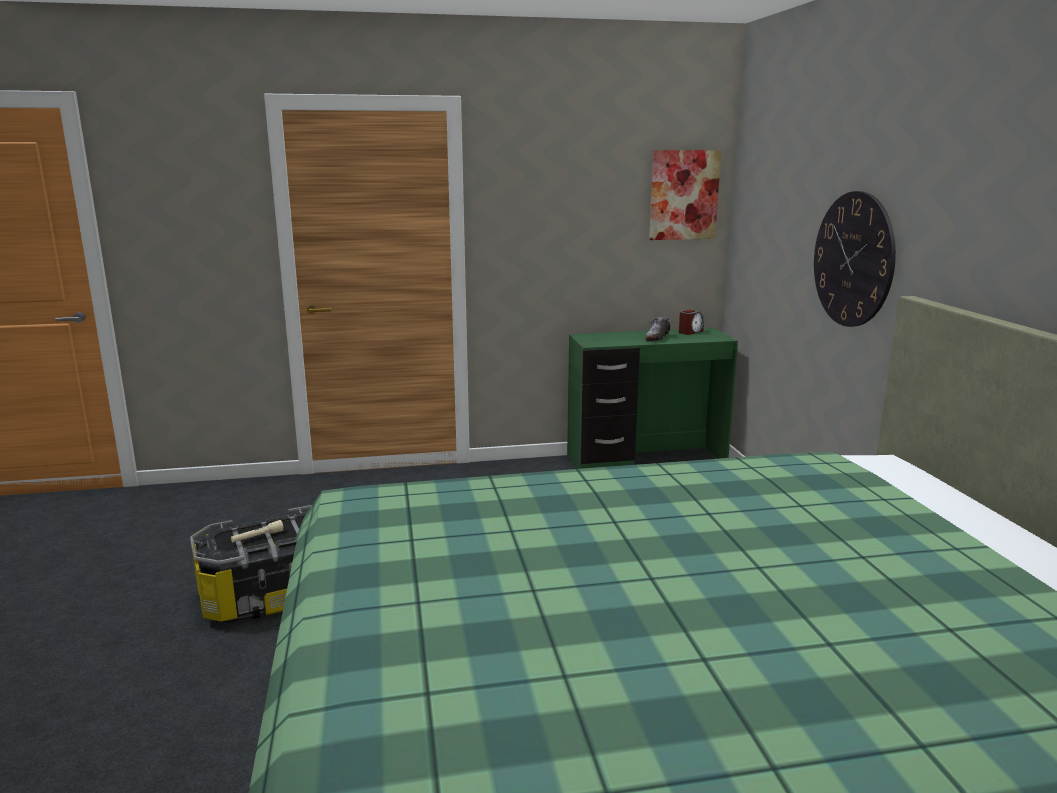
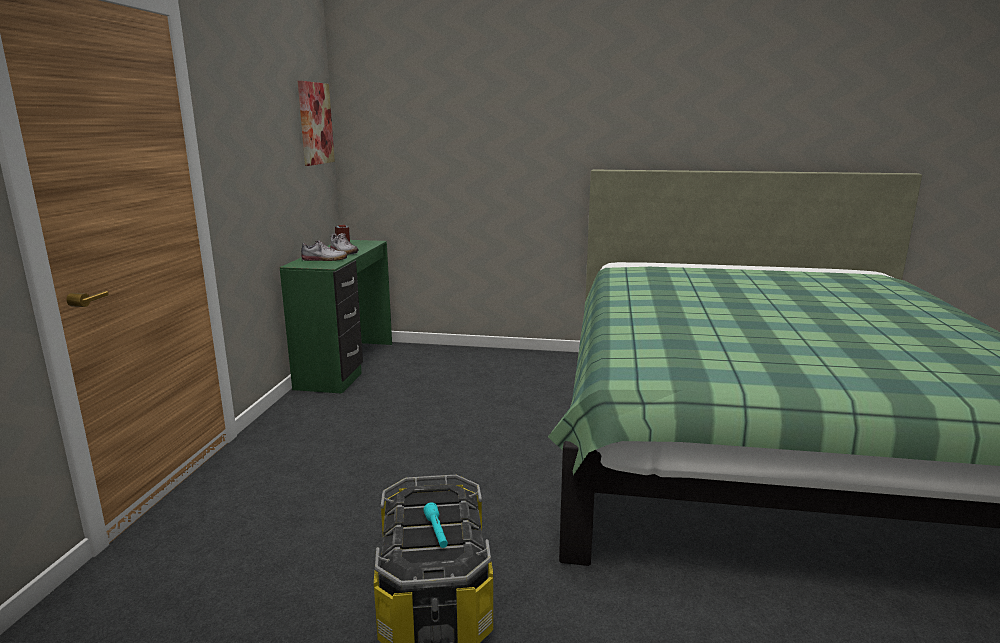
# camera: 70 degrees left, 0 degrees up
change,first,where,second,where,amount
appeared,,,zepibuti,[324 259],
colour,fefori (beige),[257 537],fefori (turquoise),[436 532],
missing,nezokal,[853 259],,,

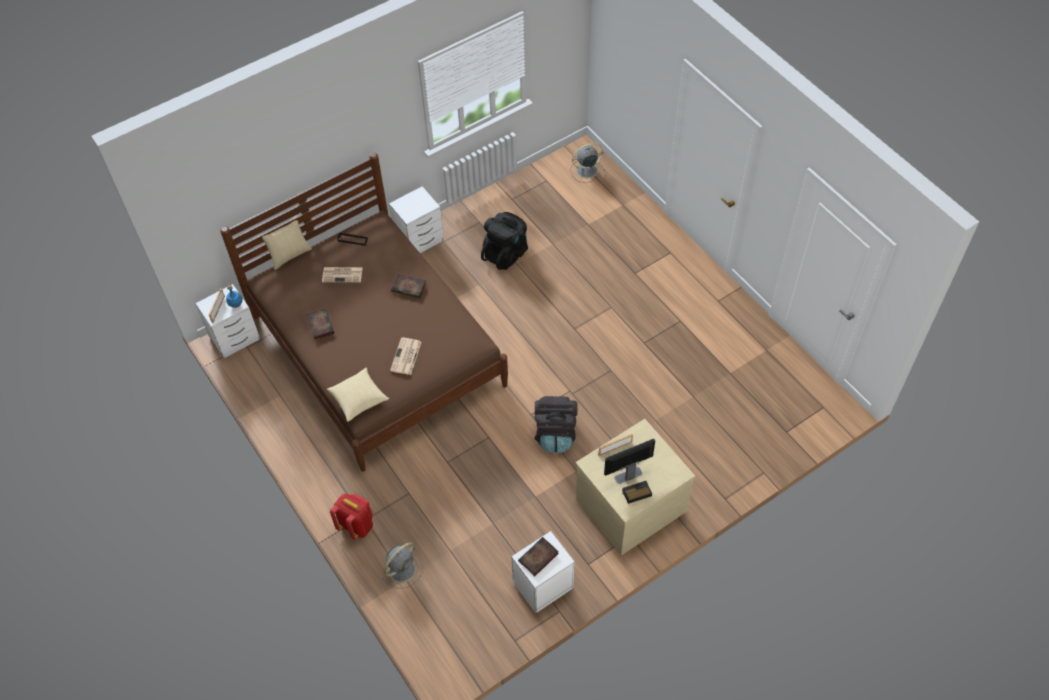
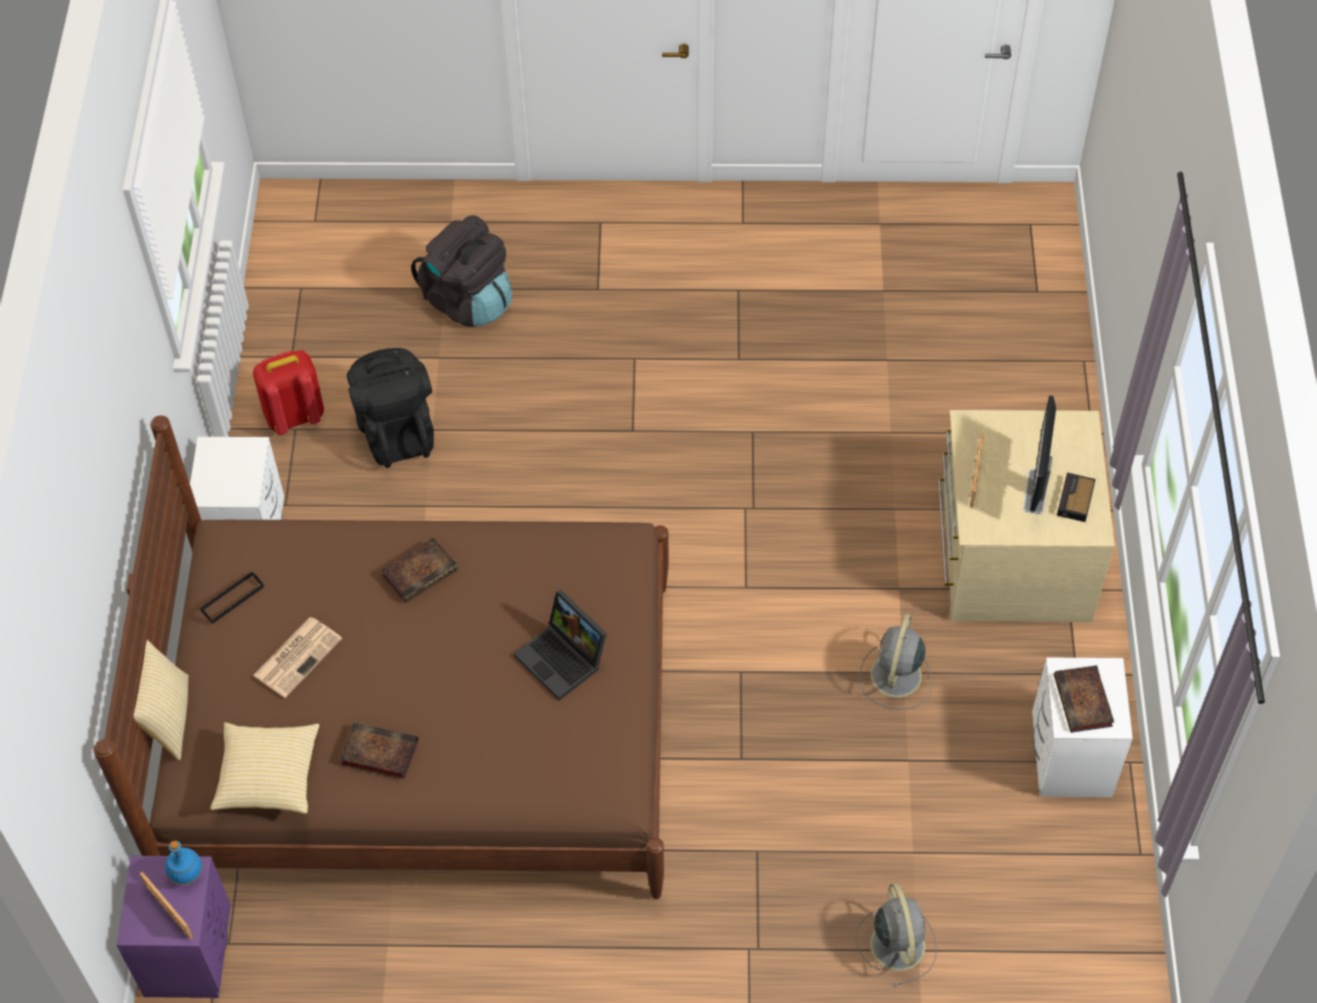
# camera: 55 degrees left, 0 degrees up
change,first,where,second,where,amount
colour,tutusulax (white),[236 338],tutusulax (purple),[190 951],
relocated,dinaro,[358 399],,[268 776],
relocated,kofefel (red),[356 525],,[294 415],
relocated,kofefel (black),[555 434],,[468 300],
exchanged,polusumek,[406 357],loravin,[564 659],
relocated,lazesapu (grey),[585 170],,[895 677],

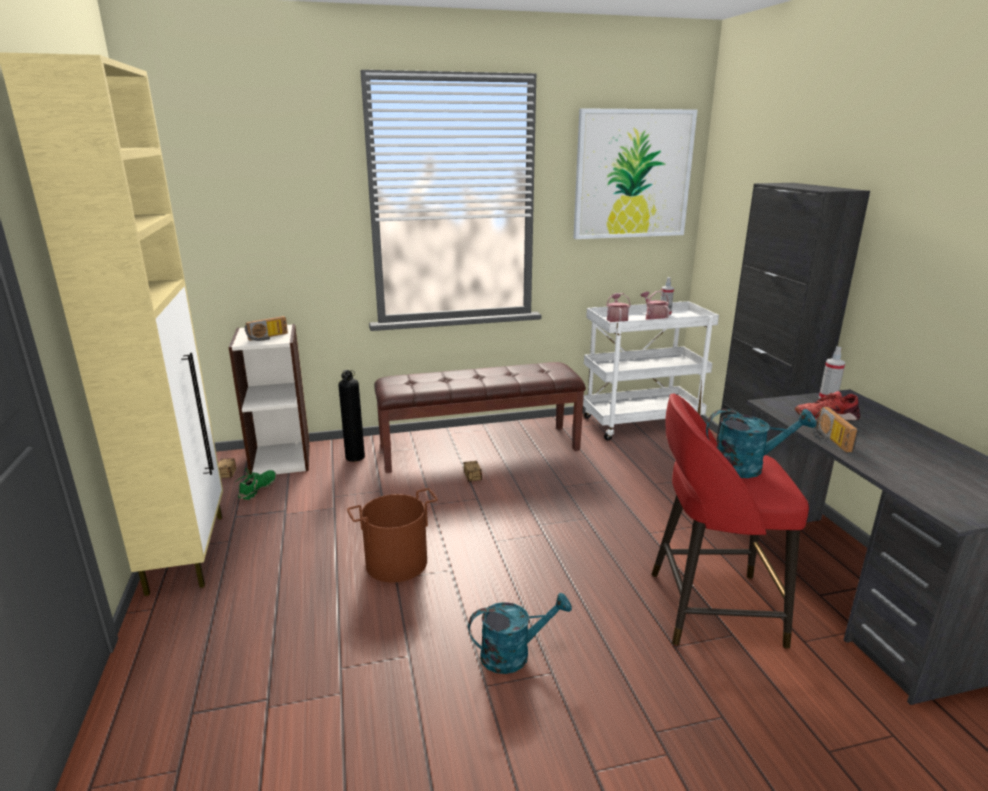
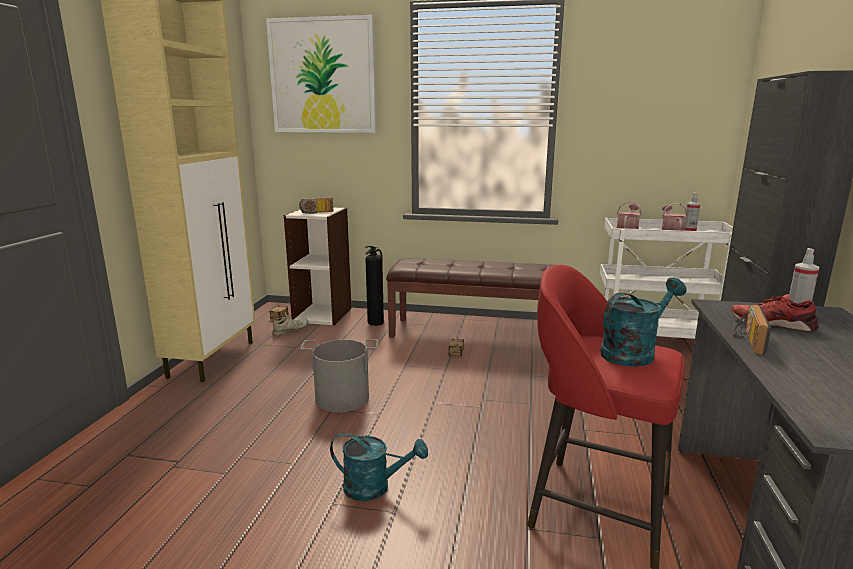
# camera: 25 degrees right, 5 degrees down
change,first,where,second,where,amount
relocated,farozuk,[633 175],,[323 76],
colour,zepibuti (green),[258 489],zepibuti (beige),[290 331],
colour,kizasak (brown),[397 563],kizasak (grey),[342 399],
spun,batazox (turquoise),[747 467],,[633 352],60 degrees counterclockwise

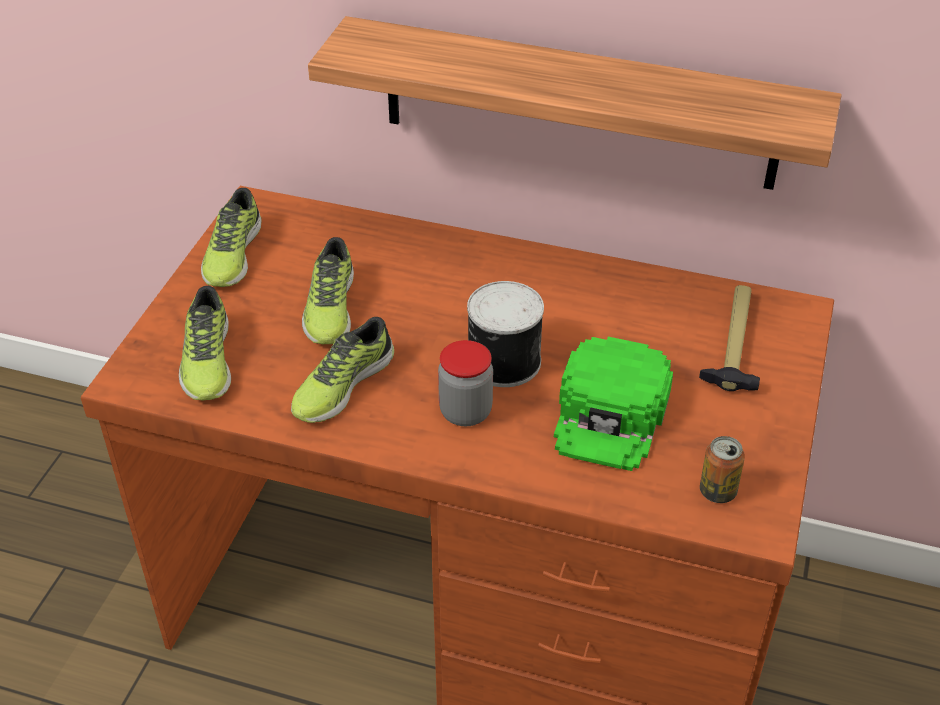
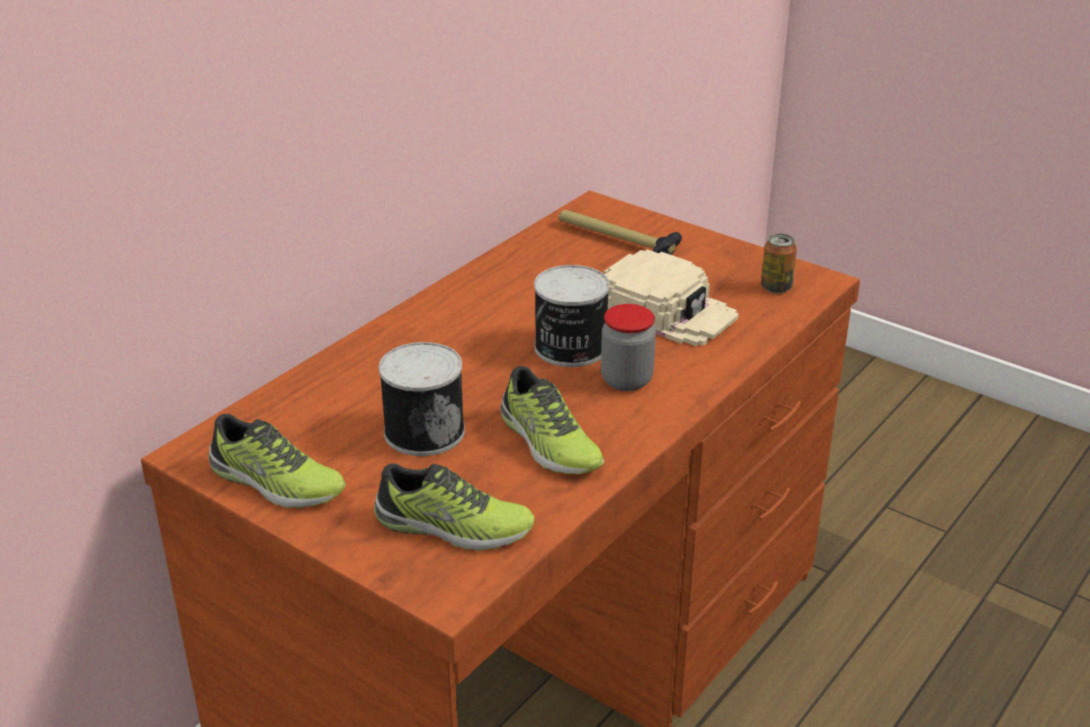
# camera: 70 degrees left, 10 degrees down
change,first,where,second,where,amount
exchanged,zepibuti,[329 308],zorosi,[423 430],
colour,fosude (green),[611 413],fosude (beige),[667 311],
missing,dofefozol,[579 104],,,

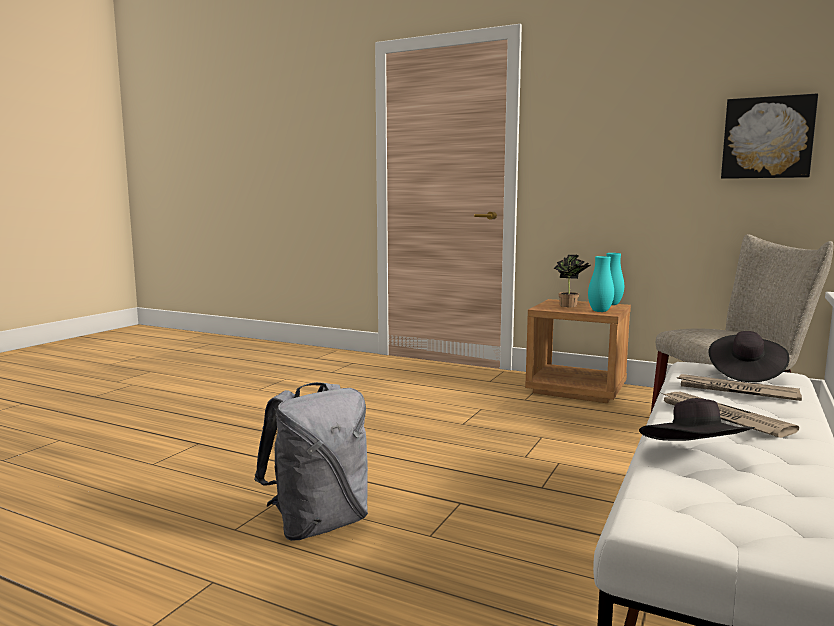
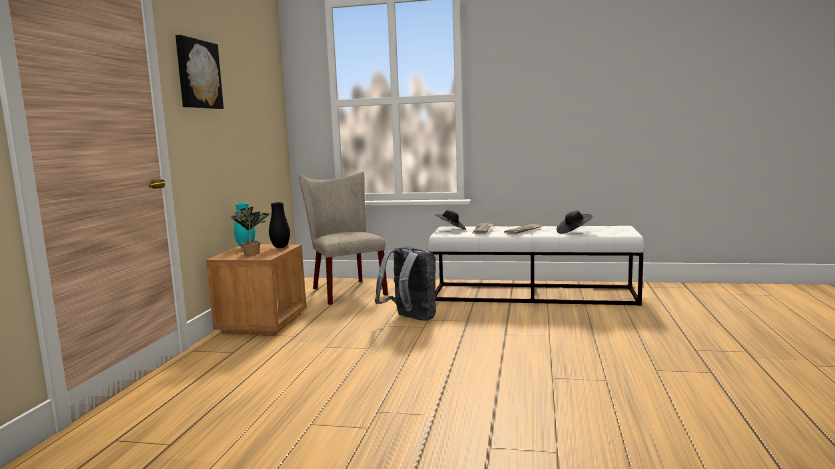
# camera: 105 degrees left, 0 degrees up
change,first,where,second,where,amount
relocated,farozuk,[767 138],,[197 74],
colour,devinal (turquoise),[600 311],devinal (black),[280 247],
relocated,kofefel (grey),[318 524],,[410 319],

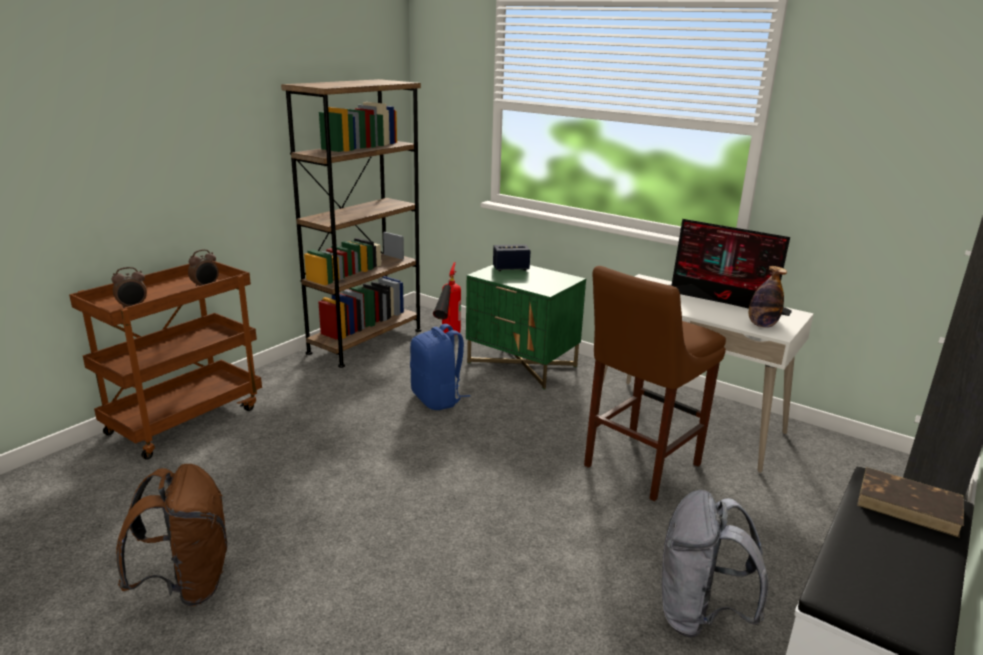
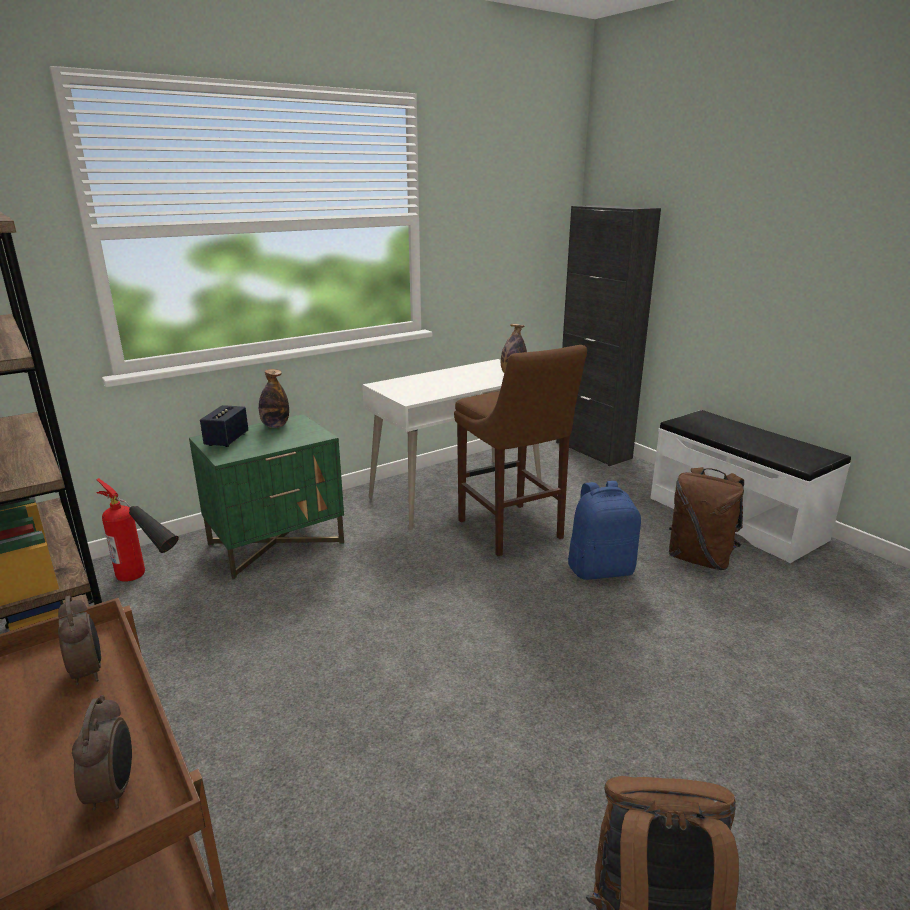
# camera: 70 degrees left, 0 degrees up
change,first,where,second,where,amount
appeared,,,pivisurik,[275 426],
relocated,kofefel (blue),[437 399],,[600 569],
colour,kofefel (grey),[699 615],kofefel (brown),[700 559],
missing,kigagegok,[724 300],,,
missing,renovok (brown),[909 505],,,

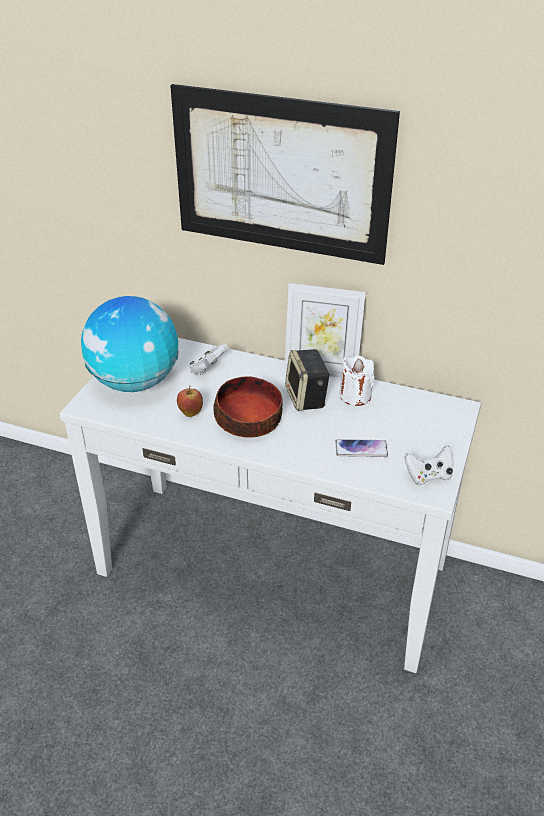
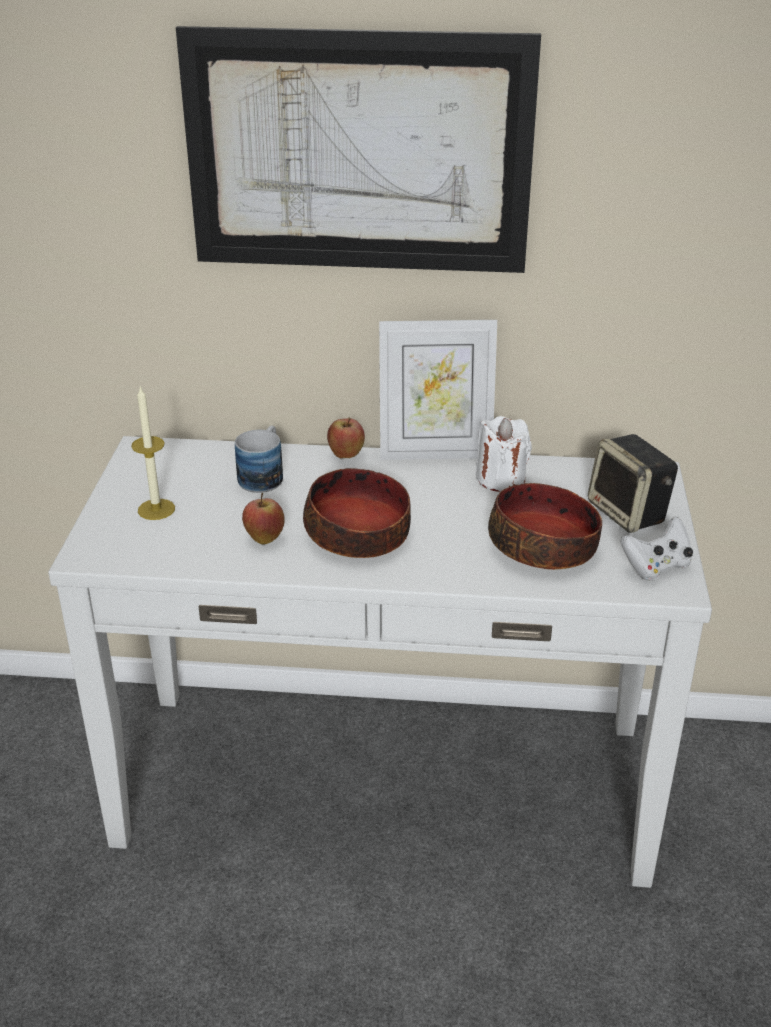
# camera: 15 degrees left, 5 degrees down
change,first,where,second,where,amount
exchanged,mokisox,[135 382],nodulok,[156 509],
exchanged,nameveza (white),[208 369],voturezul,[264 475],
appeared,,,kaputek,[346 456],
exchanged,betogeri,[361 449],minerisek,[544 547],
relocated,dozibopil,[307 398],,[629 513],

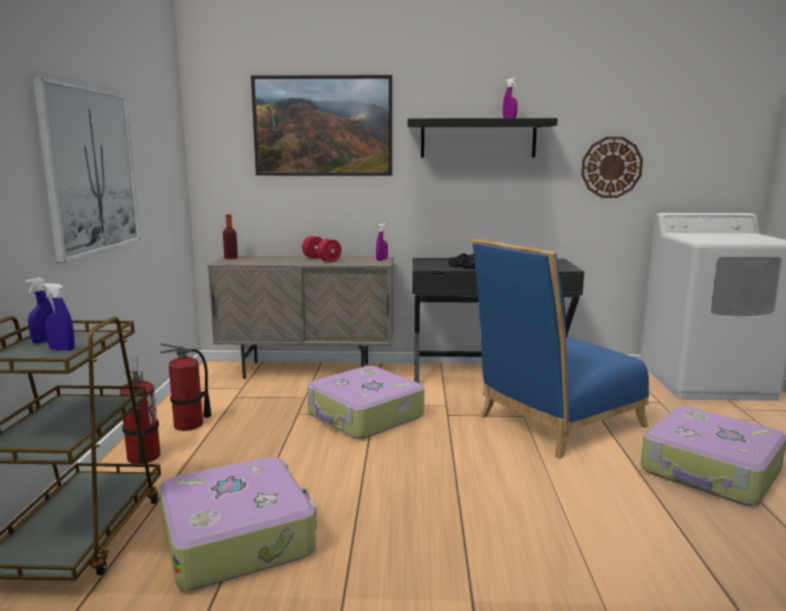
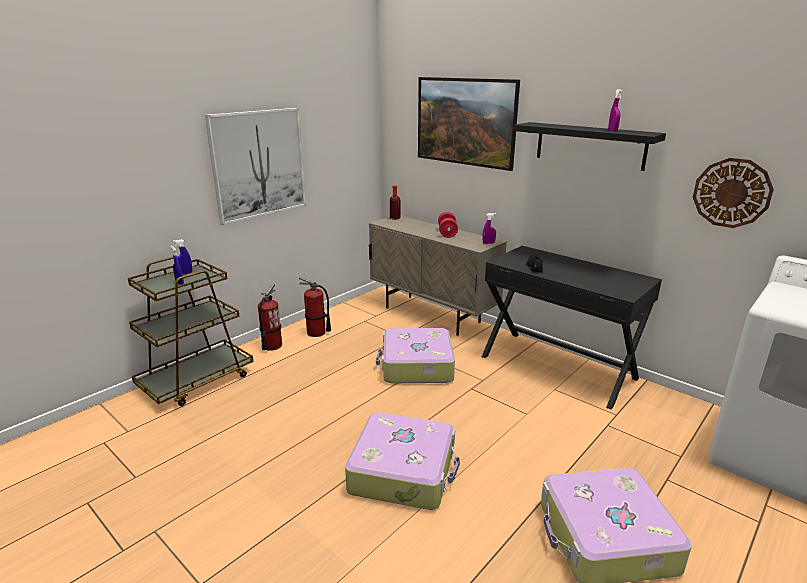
# camera: 40 degrees right, 10 degrees up
change,first,where,second,where,amount
relocated,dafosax,[239 537],,[403 471],
missing,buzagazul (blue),[554 423],,,

